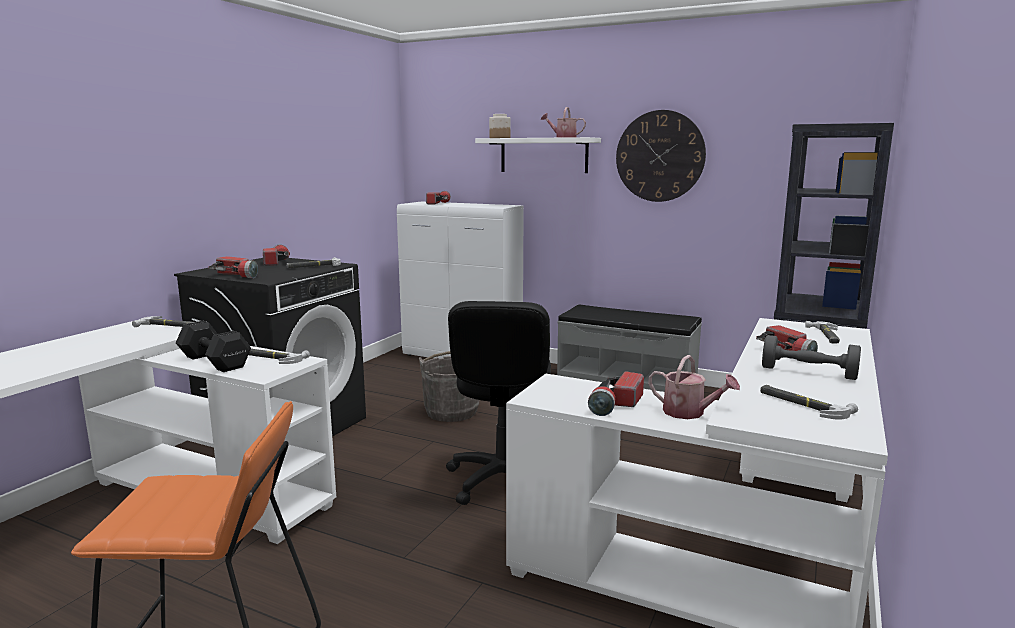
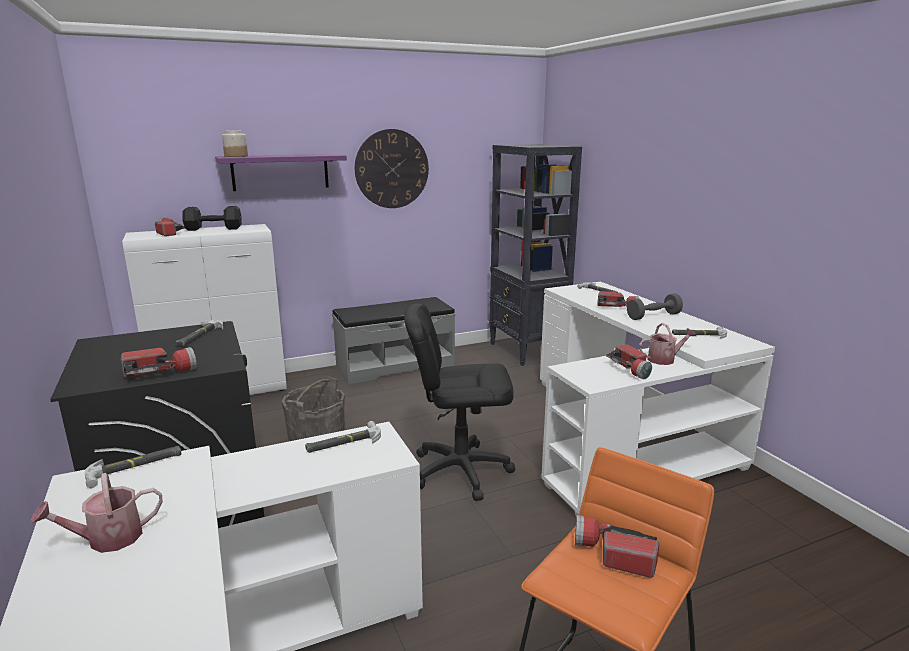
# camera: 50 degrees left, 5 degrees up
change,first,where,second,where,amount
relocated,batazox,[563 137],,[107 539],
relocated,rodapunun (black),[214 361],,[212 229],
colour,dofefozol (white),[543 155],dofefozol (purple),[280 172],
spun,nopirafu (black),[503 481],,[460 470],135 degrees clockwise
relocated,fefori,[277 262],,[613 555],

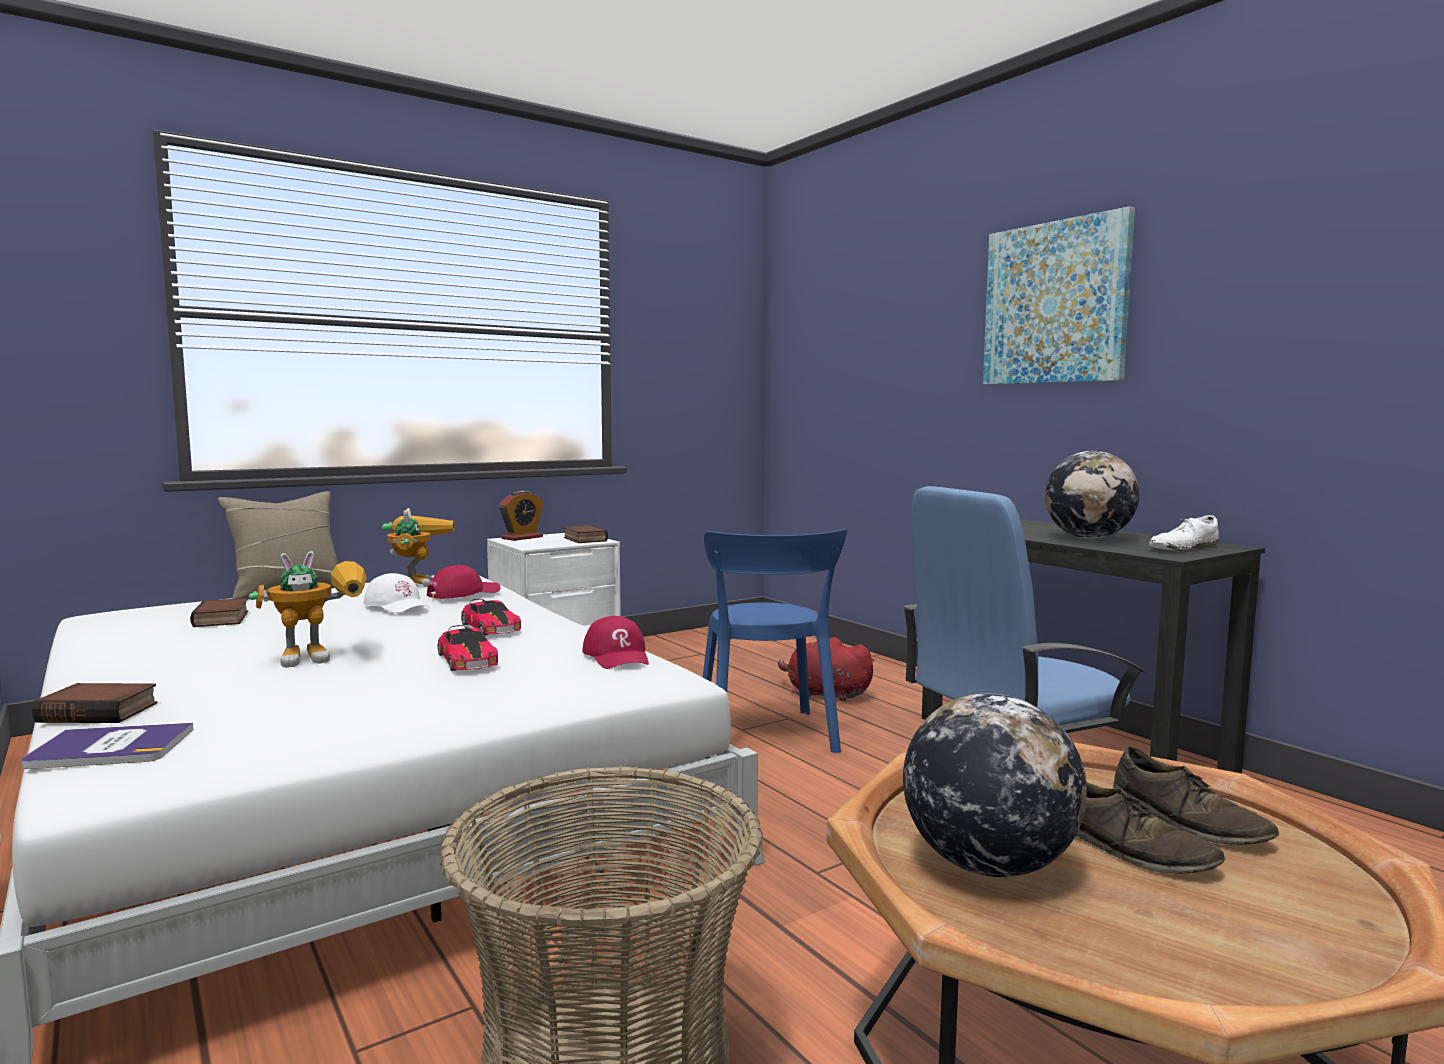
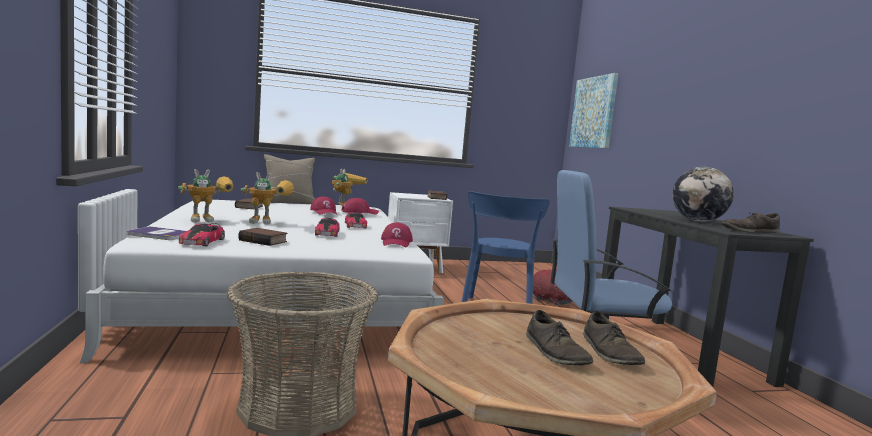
# camera: 20 degrees right, 0 degrees up
change,first,where,second,where,amount
appeared,,,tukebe,[210 220],
appeared,,,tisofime,[202 241],
relocated,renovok,[101 712],,[264 241],
colour,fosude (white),[397 605],fosude (red),[324 212],
relocated,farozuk,[1055 303],,[594 112],
colour,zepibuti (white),[1183 548],zepibuti (brown),[749 231],
missing,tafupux,[522 538],,,
missing,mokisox,[988 865],,,

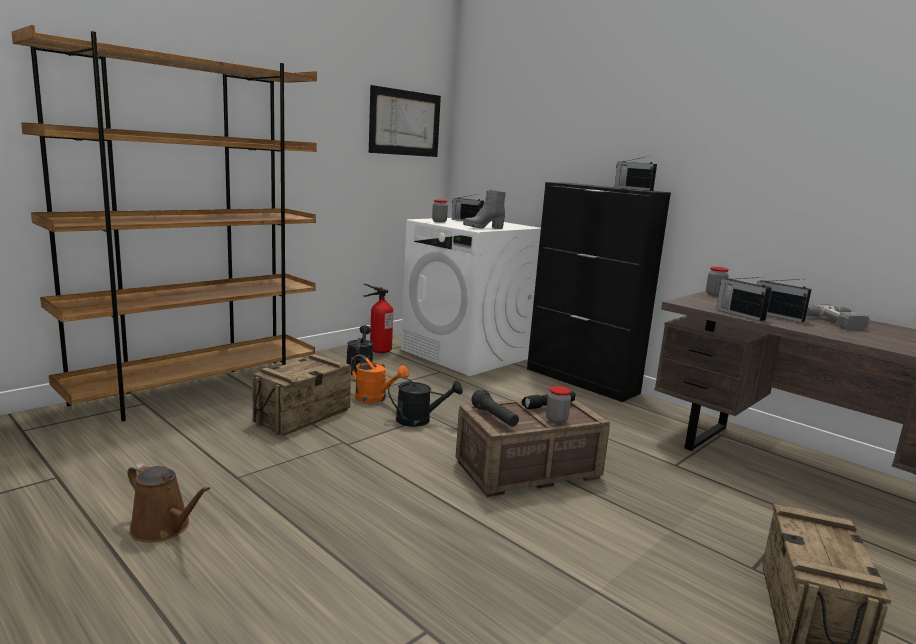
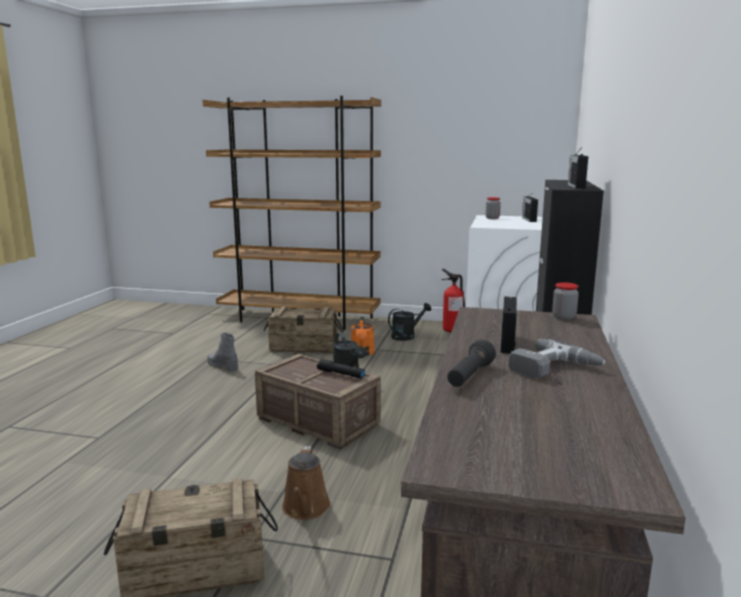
# camera: 60 degrees right, 0 degrees up
change,first,where,second,where,amount
relocated,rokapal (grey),[483 228],,[223 366],
relocated,batazox (brown),[164 528],,[305 508],
relocated,fefori (black),[495 418],,[470 376],
missing,farozuk,[405 123],,,
missing,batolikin,[556 420],,,
missing,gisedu,[739 314],,,

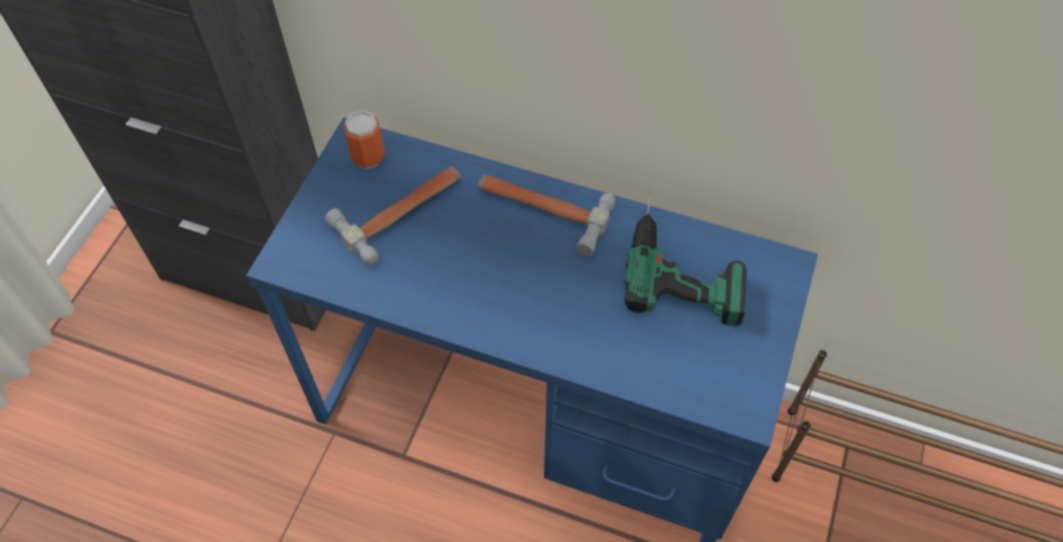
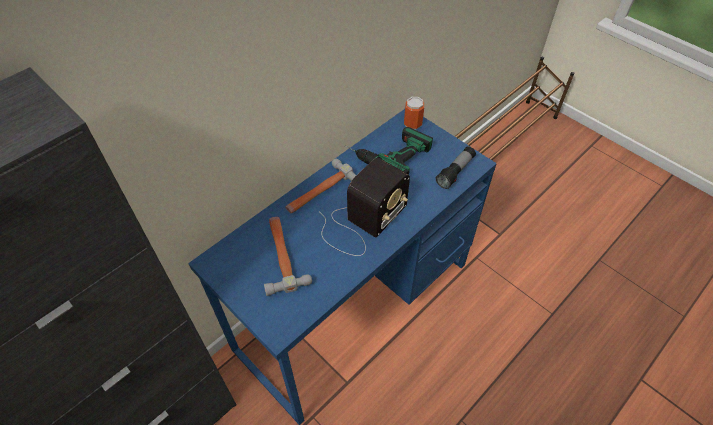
# camera: 65 degrees left, 5 degrees down
change,first,where,second,where,amount
appeared,,,gisedu,[361 222],
relocated,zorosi,[368 156],,[412 123],
appeared,,,fefori,[455 172],

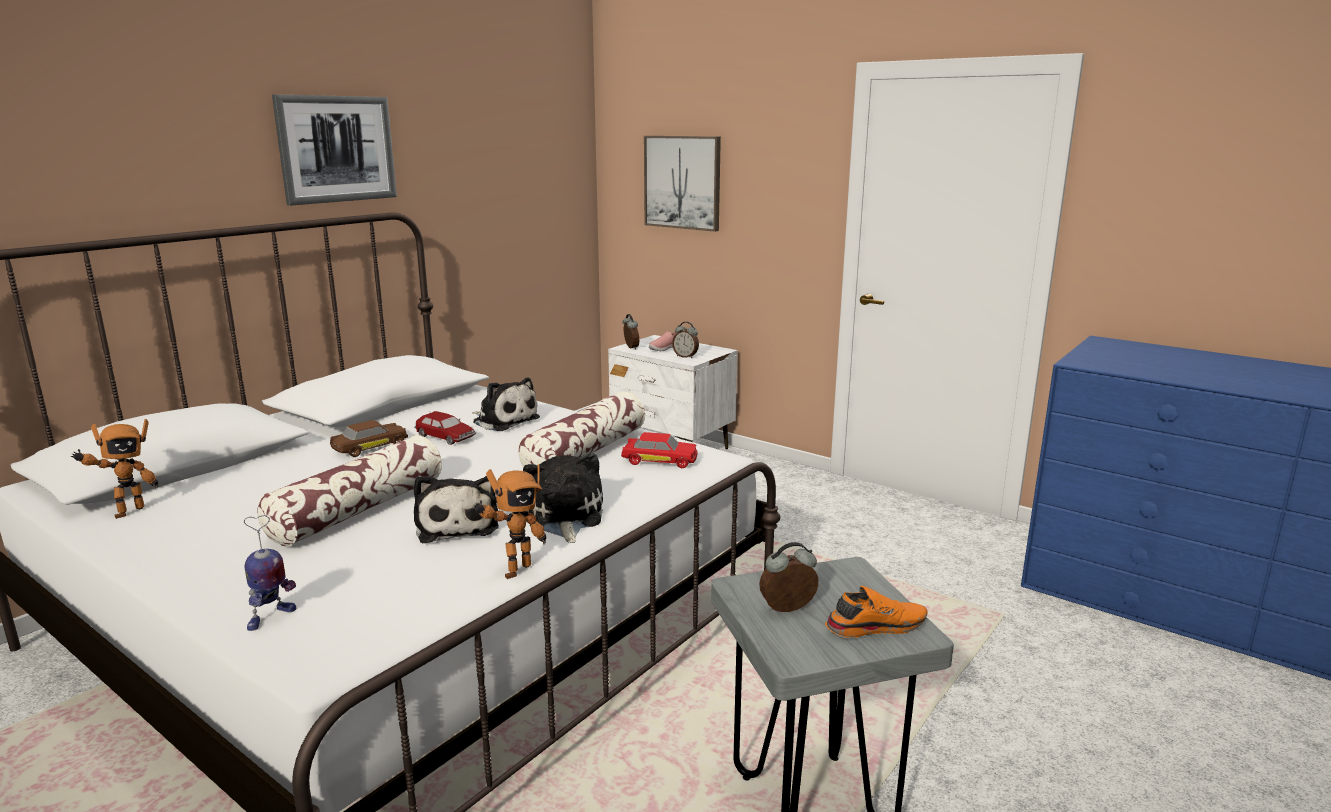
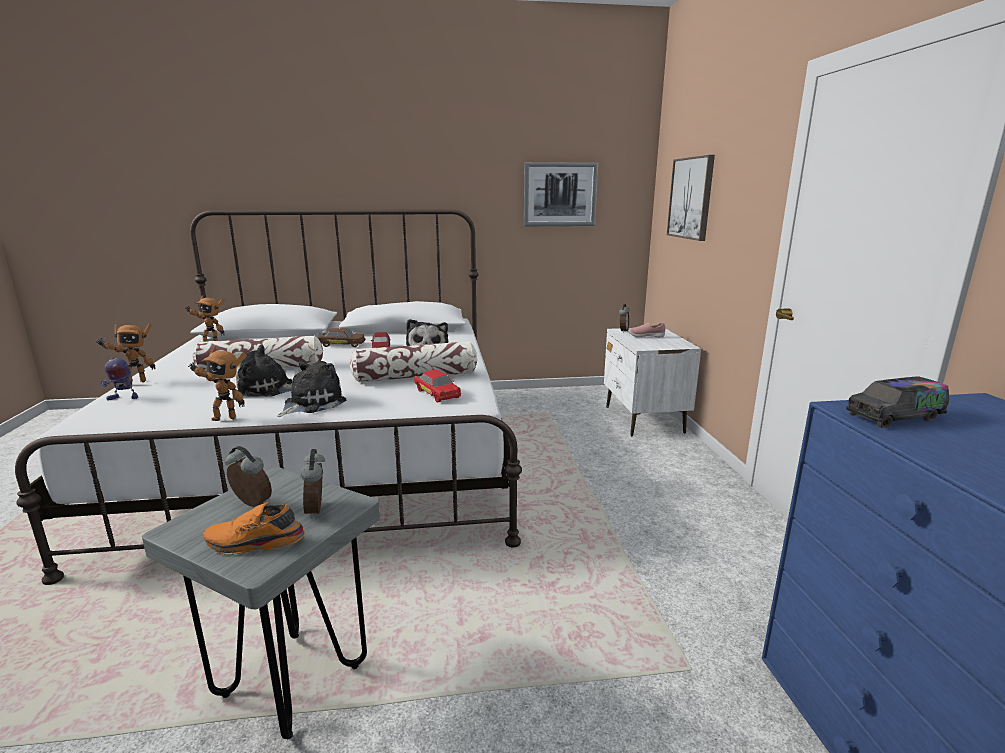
# camera: 45 degrees right, 0 degrees up
change,first,where,second,where,amount
appeared,,,tukebe,[134 382],
spun,zepibuti (orange),[875 626],,[254 544],150 degrees clockwise
spun,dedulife,[457 525],,[268 389],60 degrees clockwise
relocated,tafupux,[685 356],,[317 510],
relocated,farozuk,[337 149],,[560 194],
appeared,,,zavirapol,[894 416],

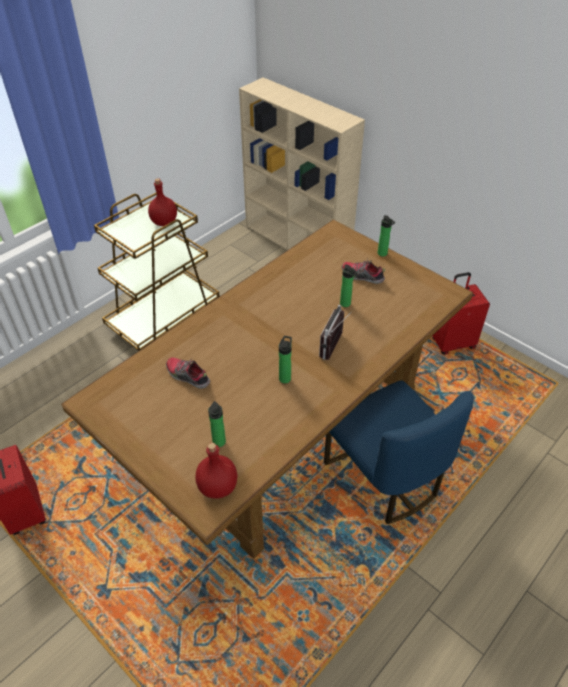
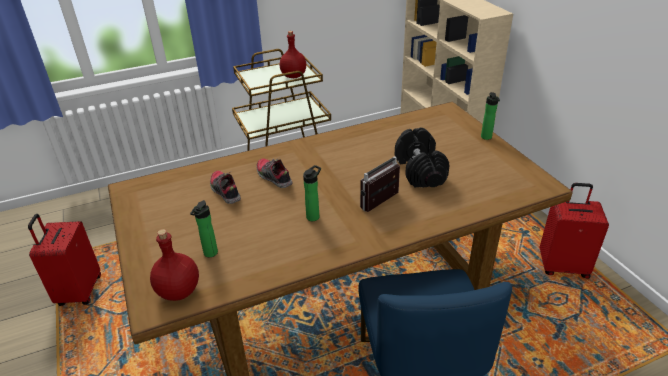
# camera: 25 degrees right, 10 degrees down
change,first,where,second,where,amount
relocated,zepibuti,[362 276],,[273 177],
exchanged,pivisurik,[346 304],rodapunun (black),[419 170],

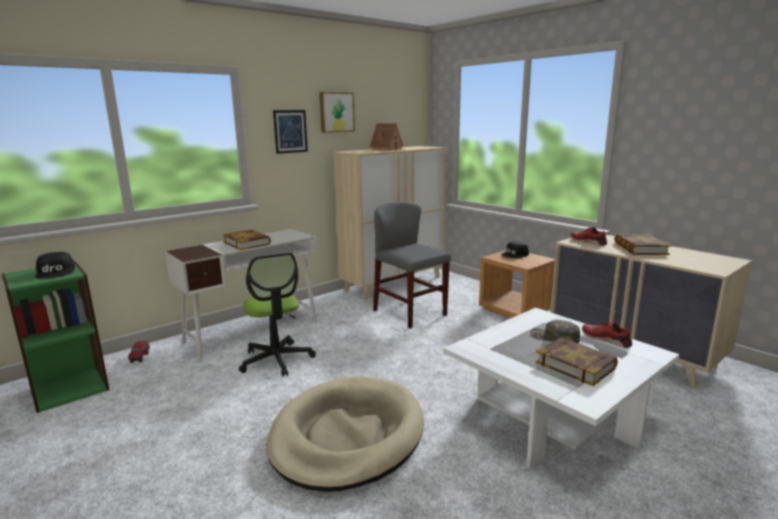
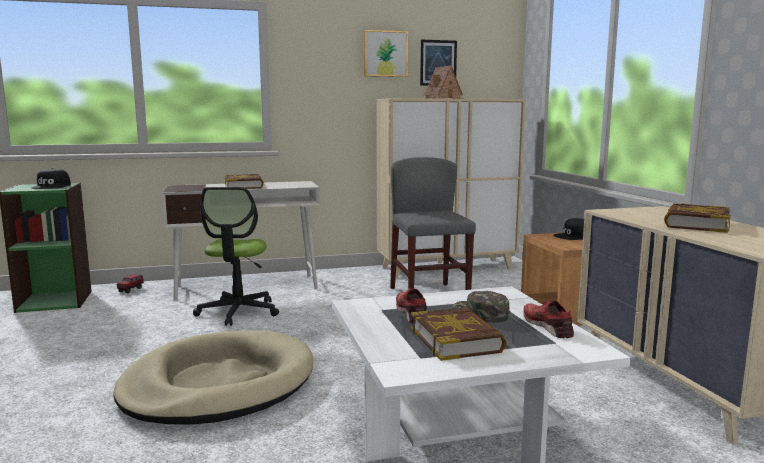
# camera: 25 degrees right, 5 degrees down
change,first,where,second,where,amount
relocated,zepibuti (red),[588 241],,[412 313],
relocated,farozuk,[290 131],,[438 63],

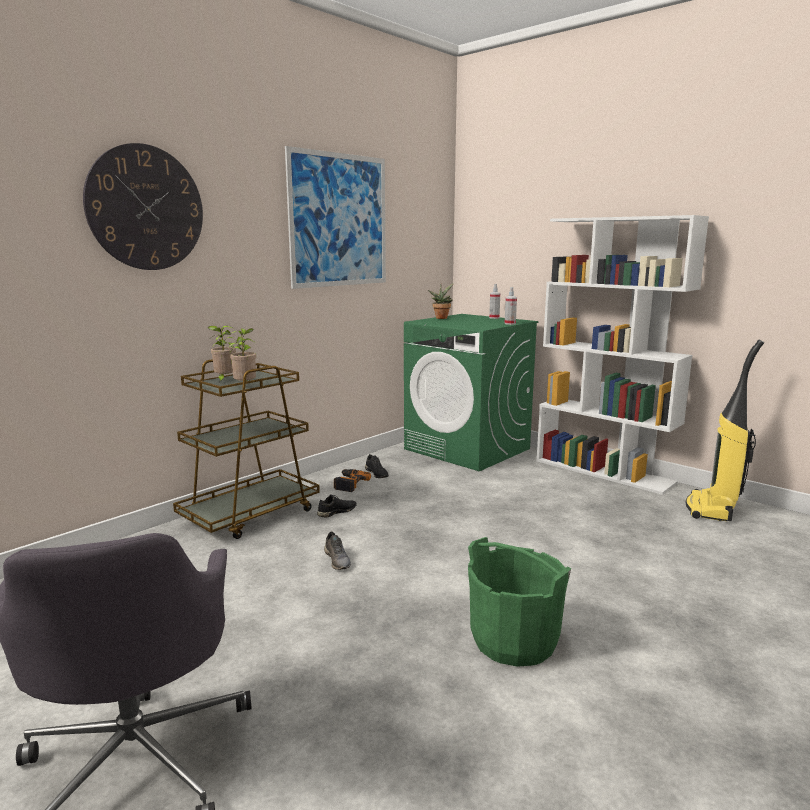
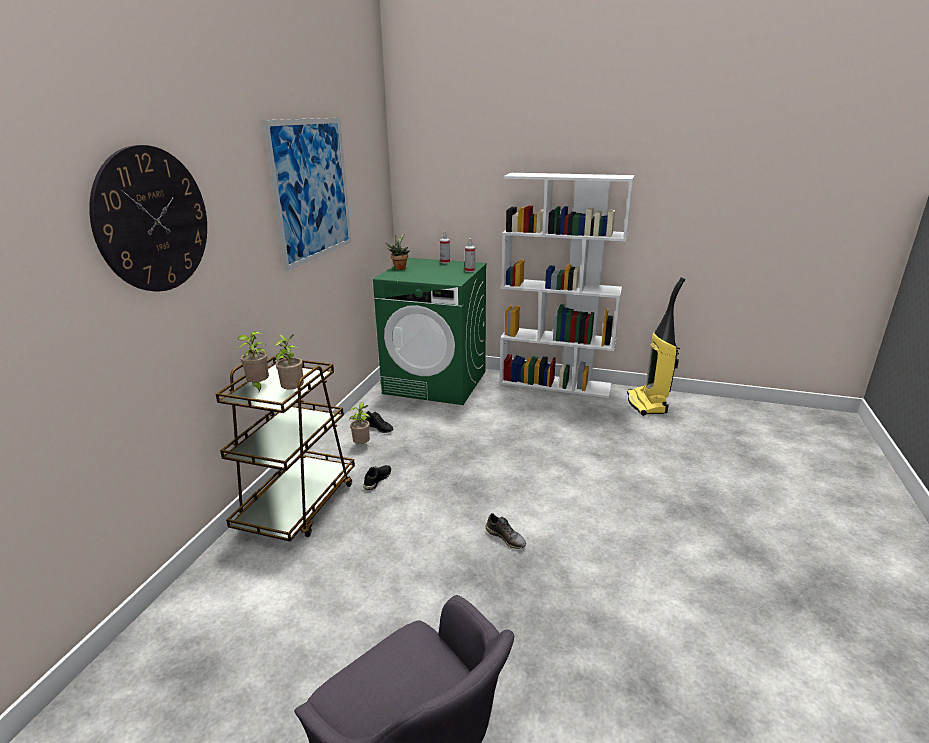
# camera: 25 degrees left, 10 degrees up
change,first,where,second,where,amount
exchanged,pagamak,[348 483],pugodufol,[362 445],
relocated,zepibuti (grey),[338 560],,[506 537],
missing,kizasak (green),[514 640],,,

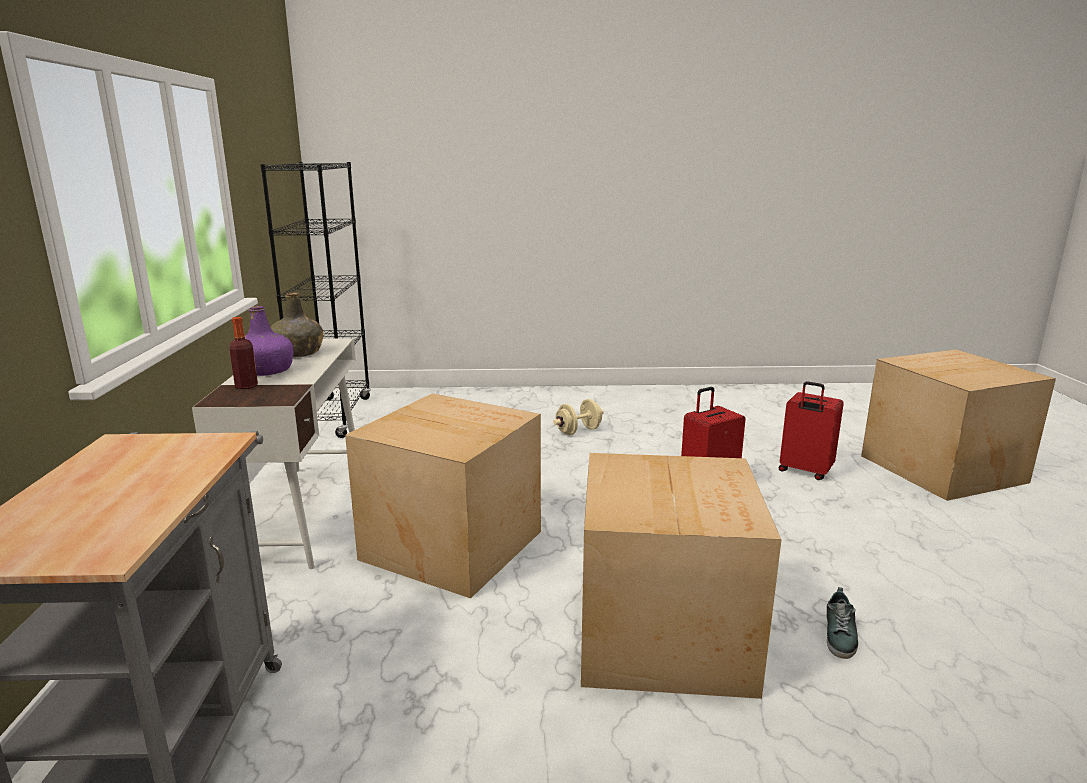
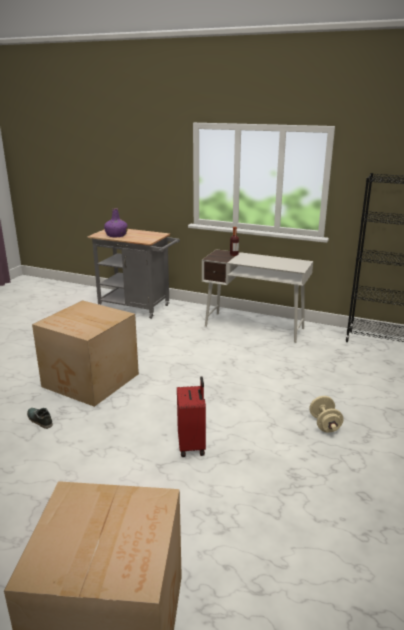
# camera: 115 degrees right, 5 degrees up
change,first,where,second,where,amount
relocated,pivisurik (purple),[266 371],,[116 235],
missing,pivisurik (green),[298 353],,,
missing,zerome,[451 544],,,
missing,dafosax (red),[804 471],,,

